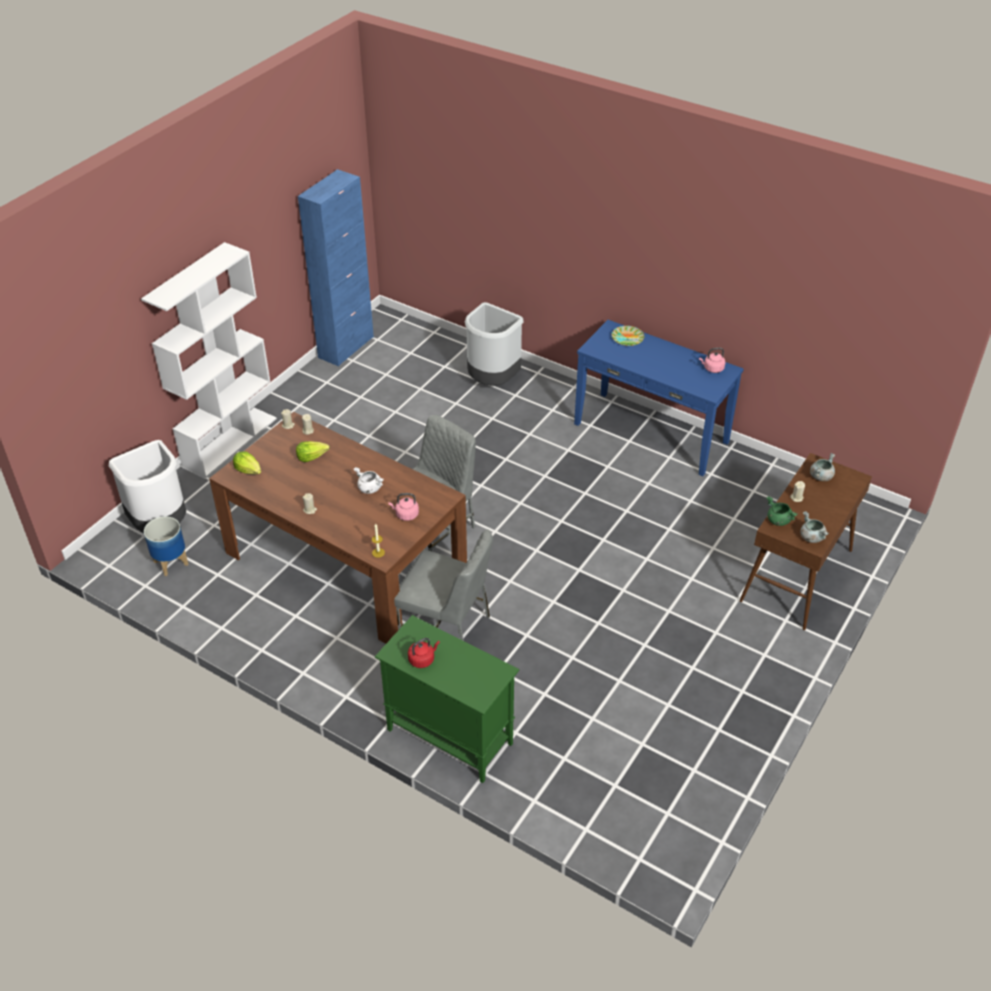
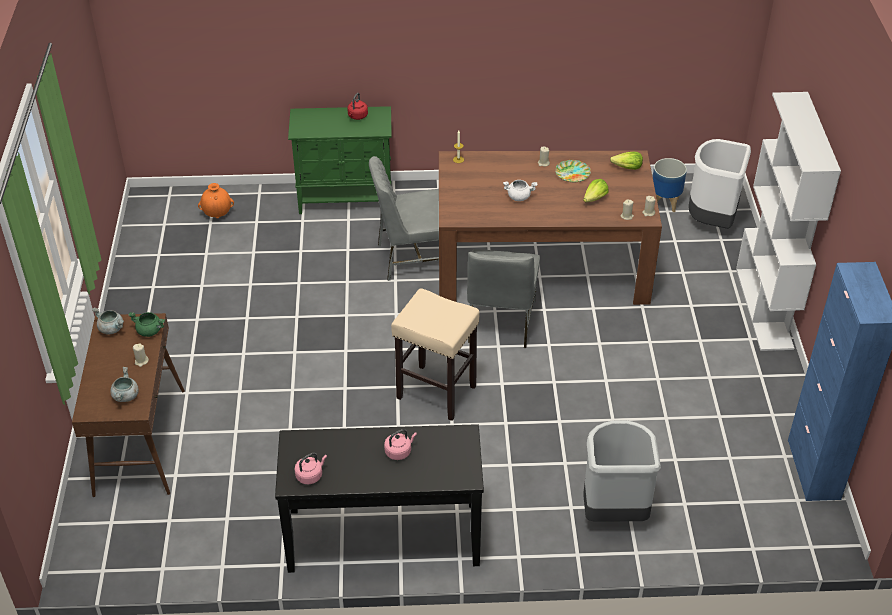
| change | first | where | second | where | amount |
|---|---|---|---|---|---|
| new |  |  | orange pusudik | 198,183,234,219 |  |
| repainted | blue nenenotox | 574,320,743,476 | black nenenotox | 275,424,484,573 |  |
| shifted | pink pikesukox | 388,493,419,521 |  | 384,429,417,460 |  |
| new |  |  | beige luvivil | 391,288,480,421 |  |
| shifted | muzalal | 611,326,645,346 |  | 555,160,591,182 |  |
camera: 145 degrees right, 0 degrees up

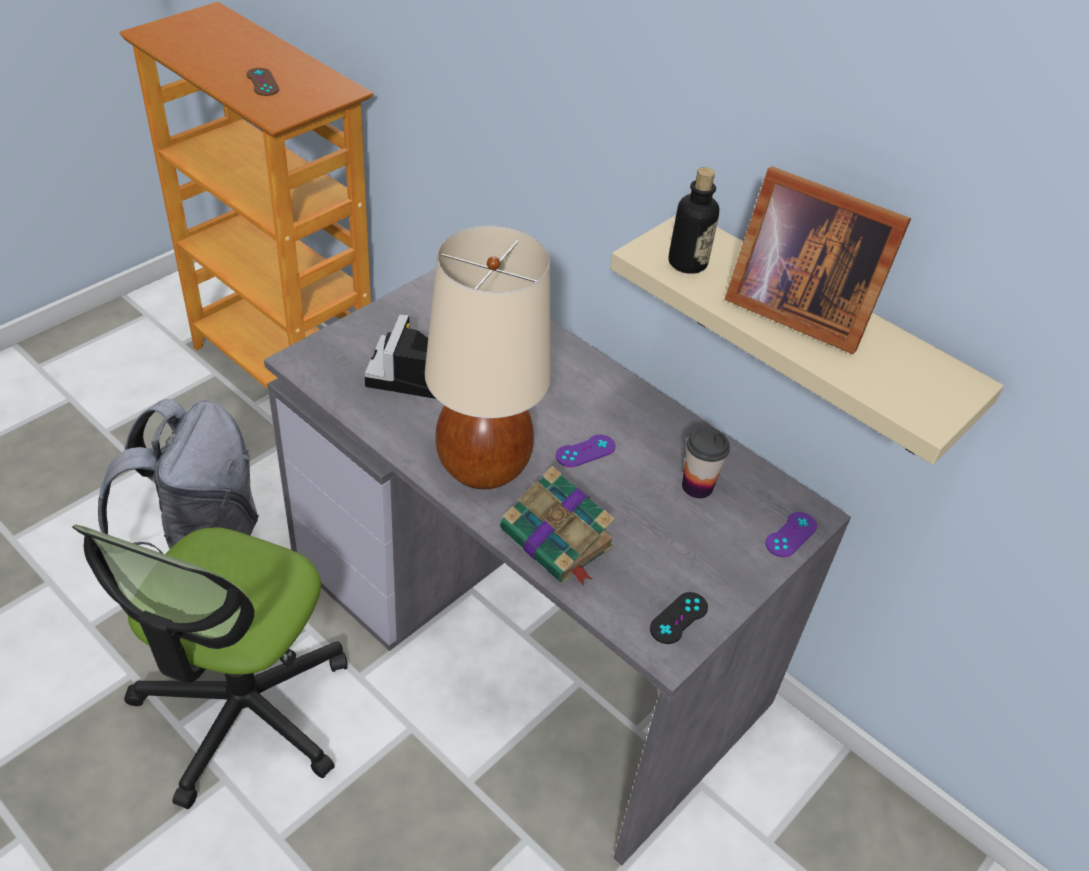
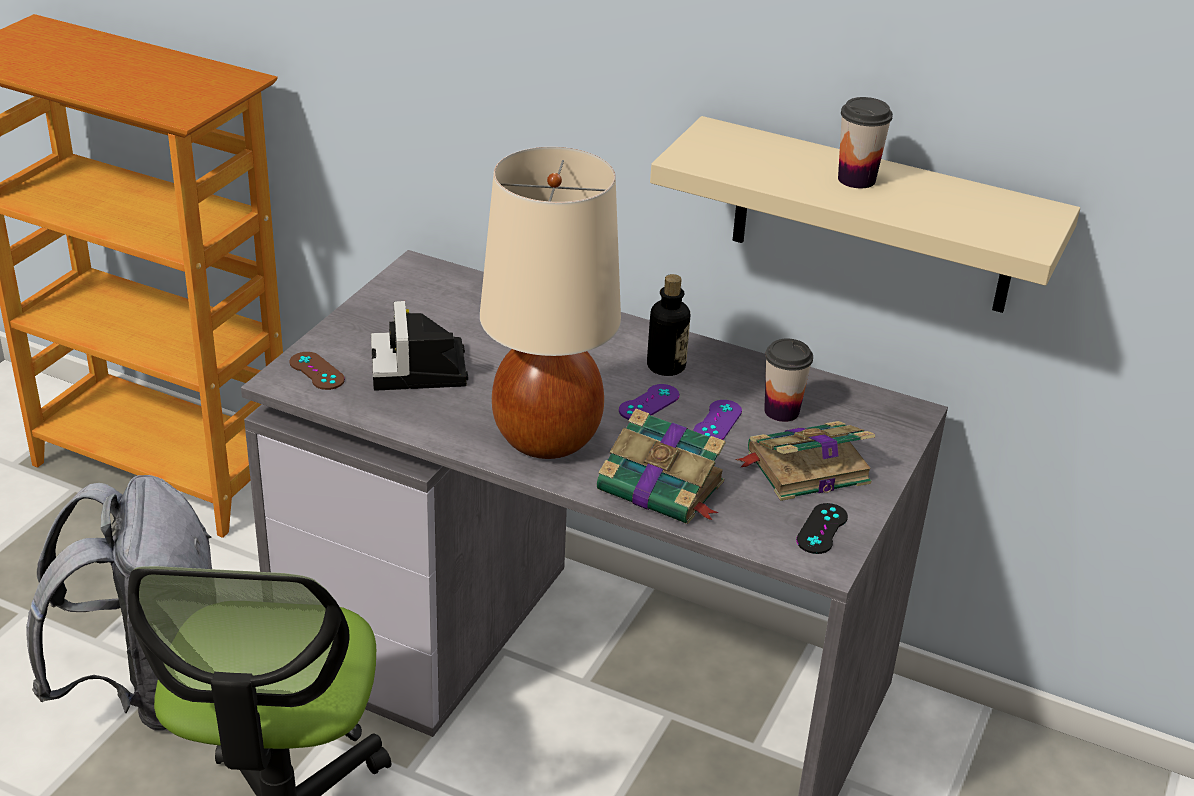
| change | first | where | second | where | amount |
|---|---|---|---|---|---|
| shifted | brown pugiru | 246,68,279,96 |  | 289,352,345,390 |  |
| shifted | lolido | 668,167,720,274 |  | 647,274,690,376 |  |
| shifted | purple pugiru | 765,512,817,557 |  | 694,400,742,440 |  |
| new |  |  | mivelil | 736,421,875,501 |  |
| swapped | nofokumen | 725,166,911,354 | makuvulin | 838,97,893,188 |  |
camera: 15 degrees left, 10 degrees down

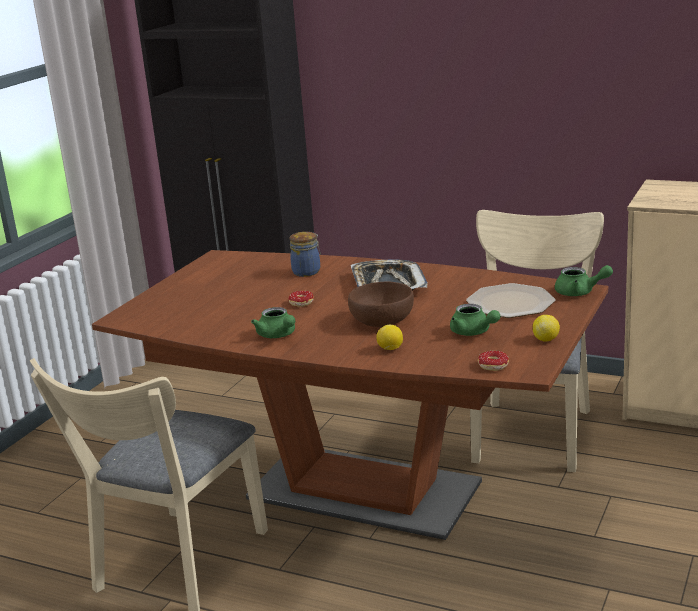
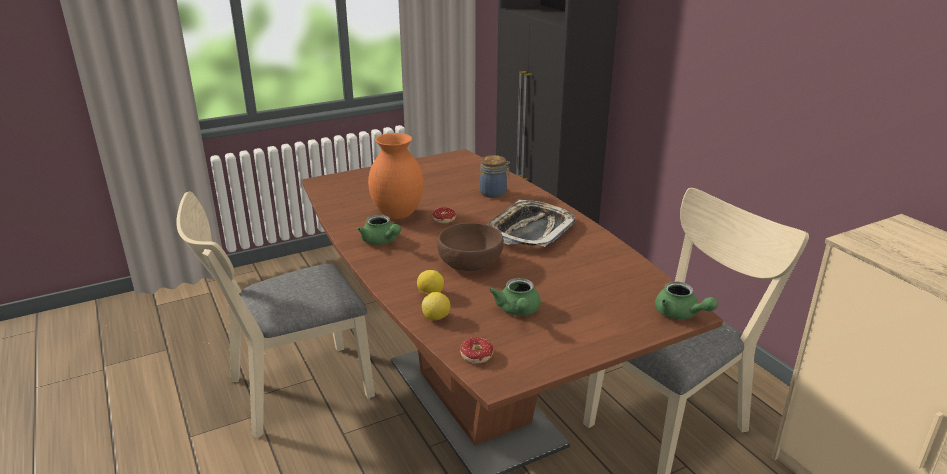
| change | first | where | second | where | amount |
|---|---|---|---|---|---|
| rotated | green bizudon | 251,307,295,338 |  | 358,215,401,245 | 45 degrees counterclockwise |
| new |  |  | orange pusudik | 368,133,424,219 |  |
| shifted | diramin | 533,315,560,342 |  | 422,292,450,321 |  |
| gone | muzalal | 466,283,555,318 |  |  |  |
camera: 35 degrees right, 5 degrees up

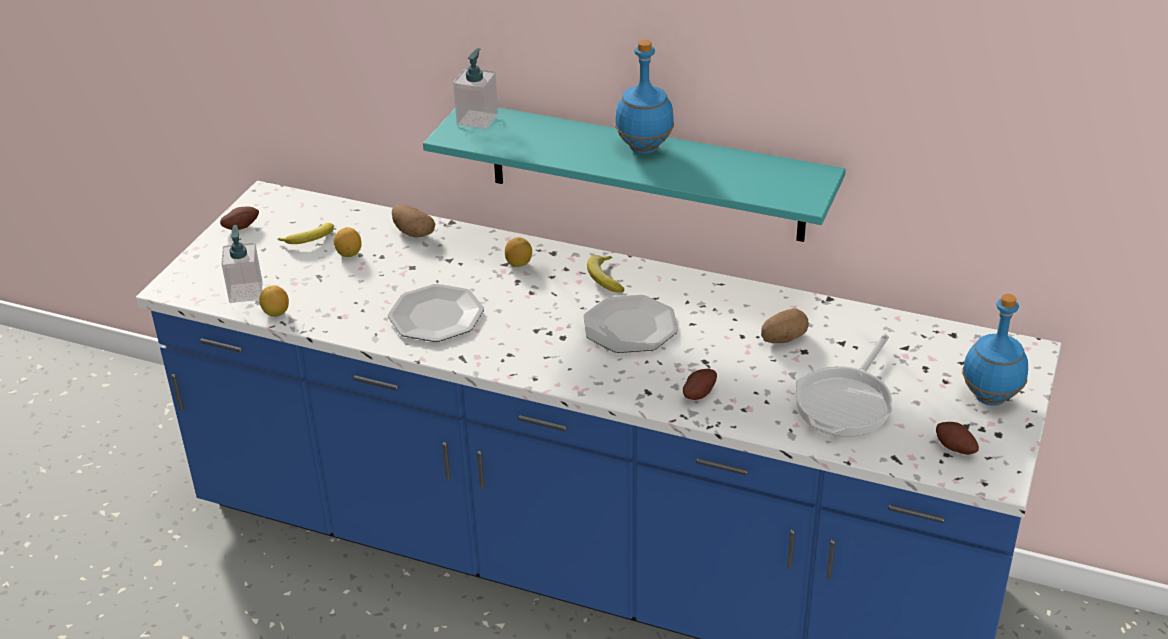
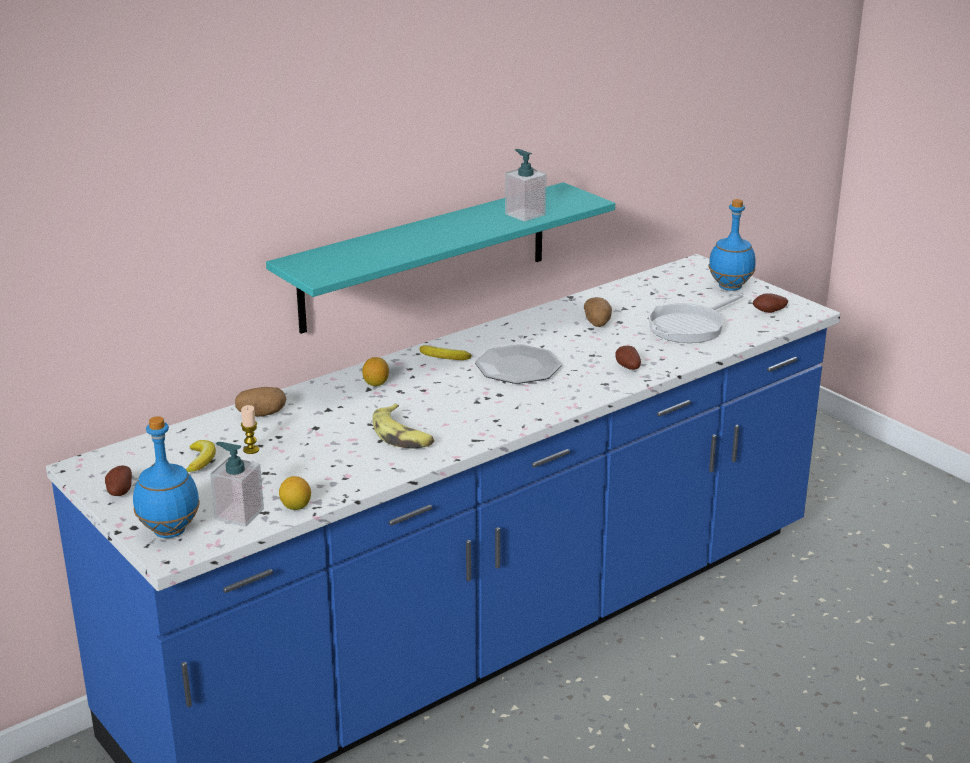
| change | first | where | second | where | amount |
|---|---|---|---|---|---|
| shifted | blue lolido | 615,40,674,154 |  | 133,416,200,538 |  |
| swapped | diramin | 334,227,362,257 | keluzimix | 241,405,259,454 |  |
| swapped | muzalal | 388,284,484,342 | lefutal | 373,404,434,449 |  |
| shifted | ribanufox | 453,48,498,129 |  | 505,149,547,222 |  |
| rotated | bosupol | 795,334,893,437 |  | 649,294,743,343 | 75 degrees clockwise |
camera: 60 degrees left, 10 degrees down

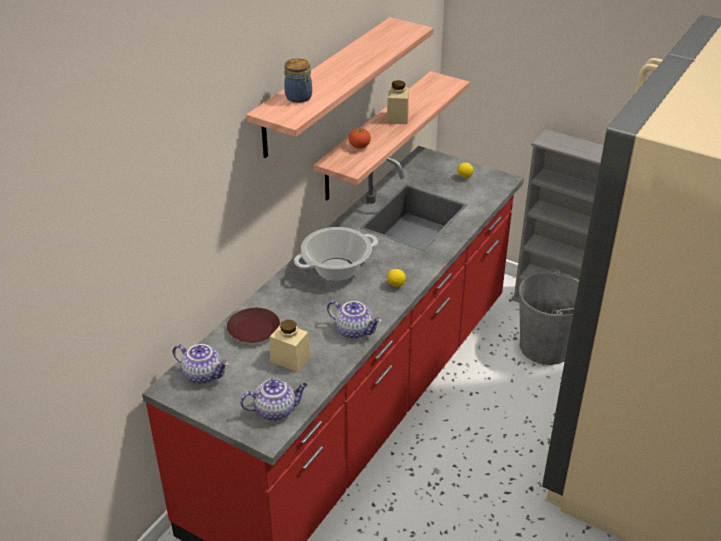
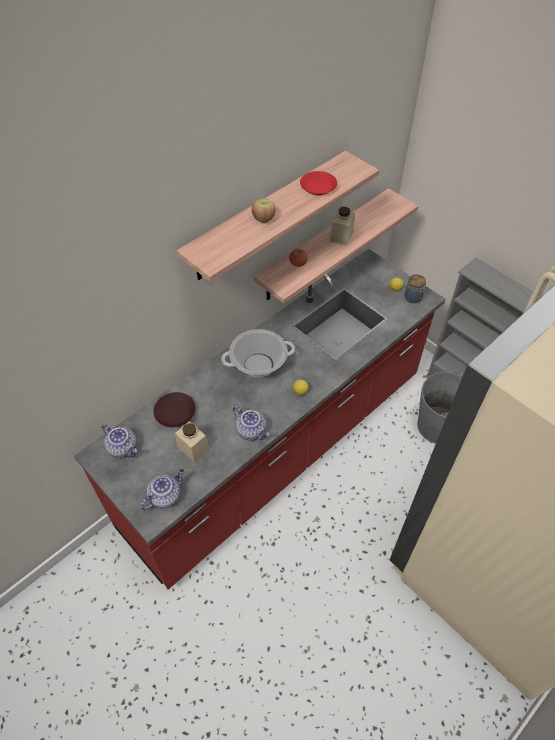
| change | first | where | second | where | amount |
|---|---|---|---|---|---|
| rotated | bizudon | 240,378,308,421 |  | 140,469,184,510 | 45 degrees counterclockwise |
| new |  |  | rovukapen | 252,198,276,223 |  |
| new |  |  | red muzalal | 300,171,337,195 |  |
| shifted | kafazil | 284,58,312,103 |  | 405,274,426,303 |  |
camera: 15 degrees right, 15 degrees up

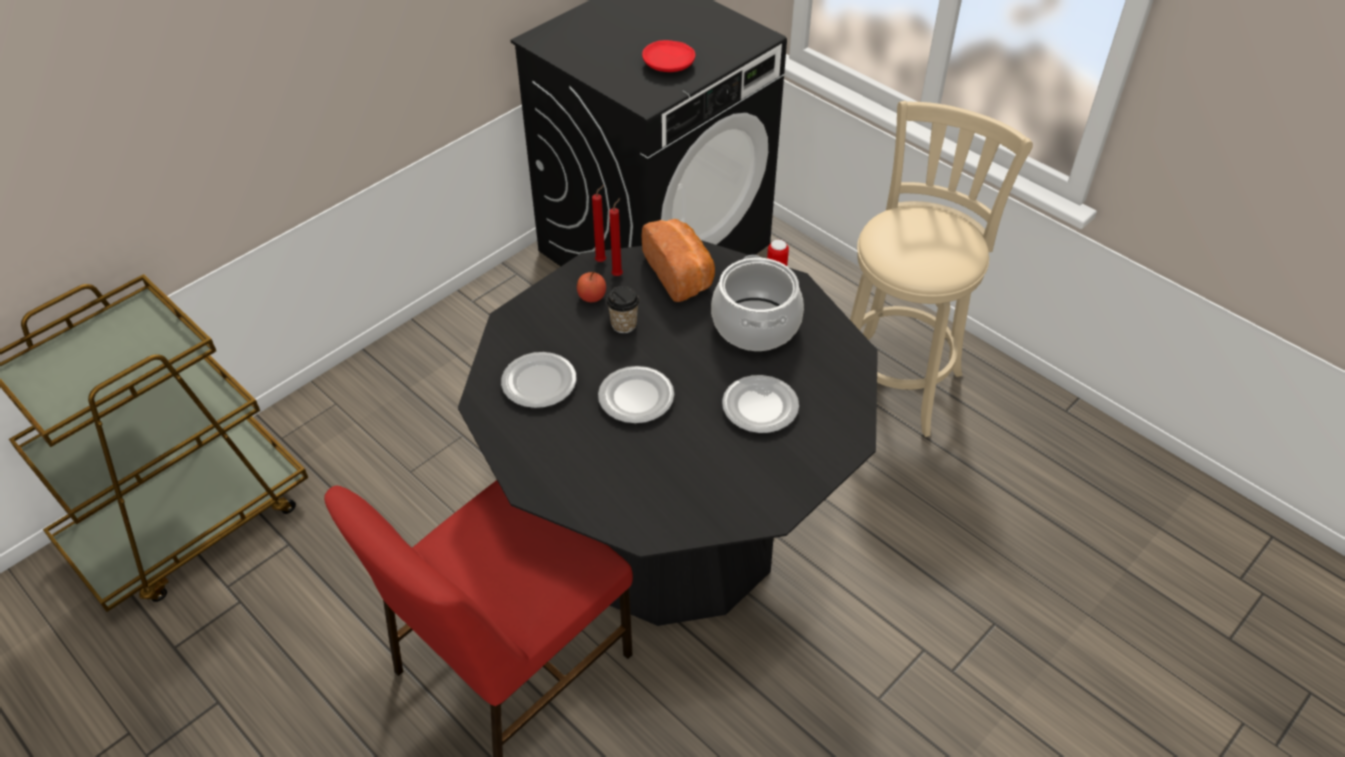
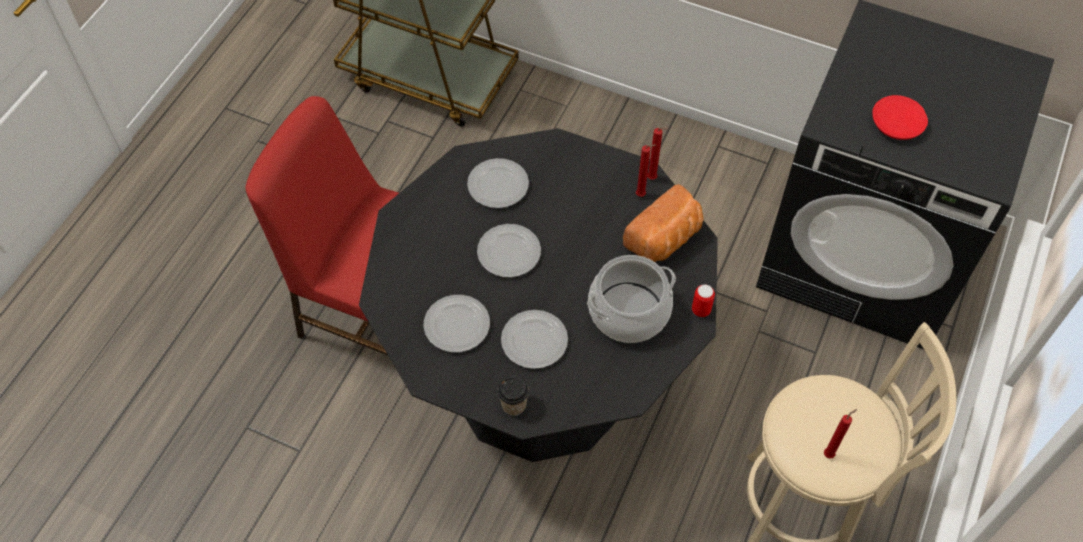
| change | first | where | second | where | amount |
|---|---|---|---|---|---|
| new |  |  | muzalal | 424,295,490,353 |  |
| shifted | makuvulin | 606,286,639,333 |  | 497,376,529,416 |  |
| new |  |  | red keluzimix | 824,409,857,459 |  |
| gone | rovukapen | 577,272,606,302 |  |  |  |
camera: 70 degrees right, 10 degrees up

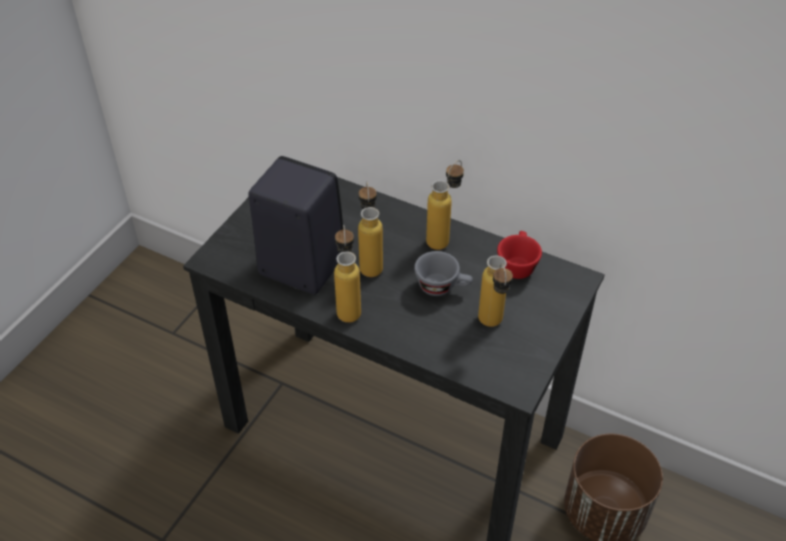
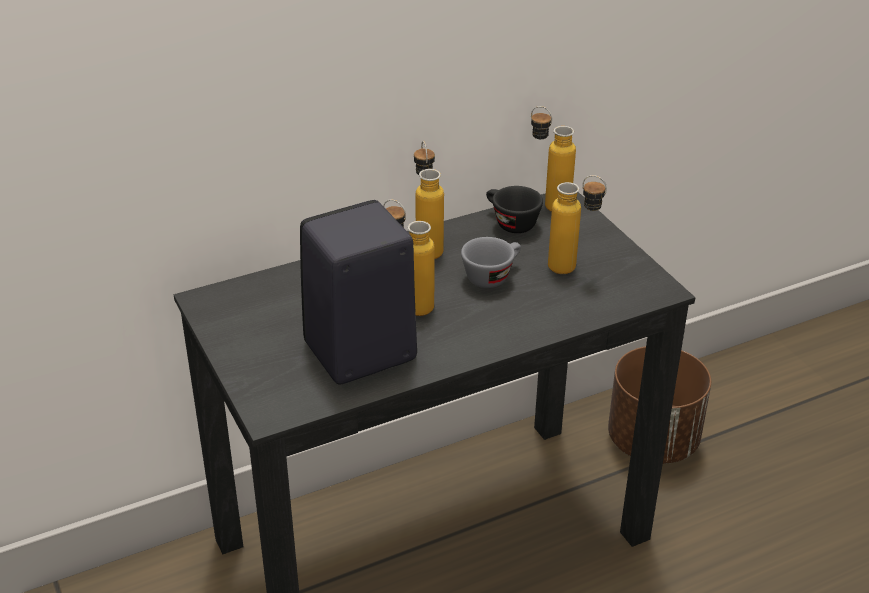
| change | first | where | second | where | amount |
|---|---|---|---|---|---|
| repainted | red makuvulin | 497,231,542,279 | black makuvulin | 486,186,543,233 |  |
| shifted | lolido | 334,224,361,323 |  | 531,106,576,212 |  |
camera: 55 degrees left, 10 degrees down

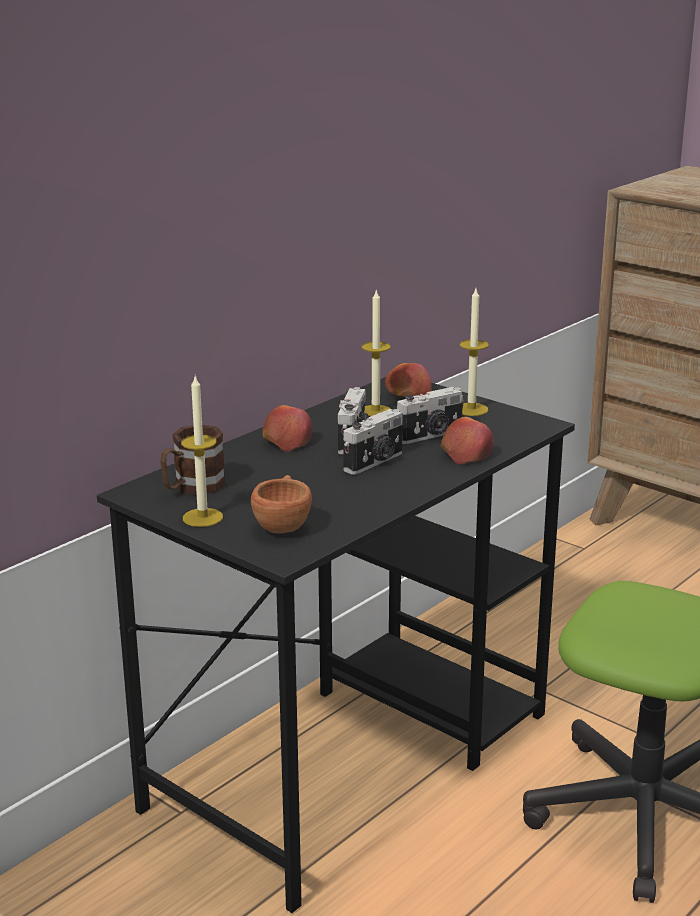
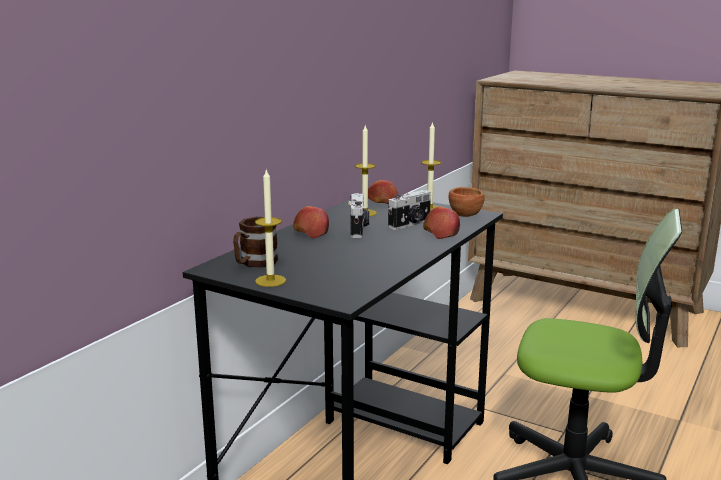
| change | first | where | second | where | amount |
|---|---|---|---|---|---|
| shifted | brown makuvulin | 251,475,312,534 |  | 449,187,485,217 |  |
| gone | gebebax | 343,409,403,475 |  |  |  |
camera: 10 degrees left, 5 degrees down

